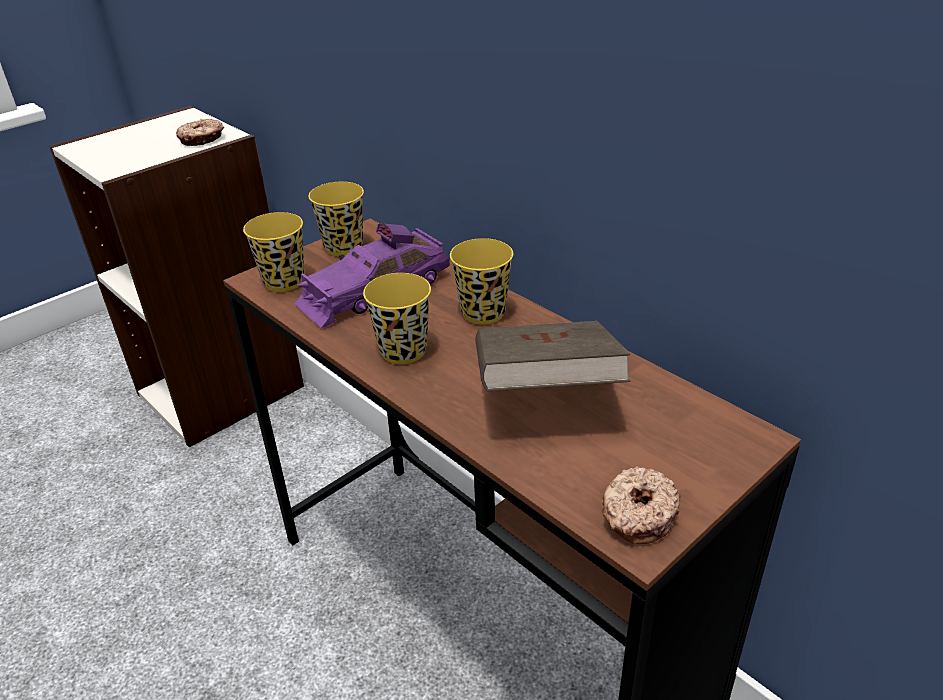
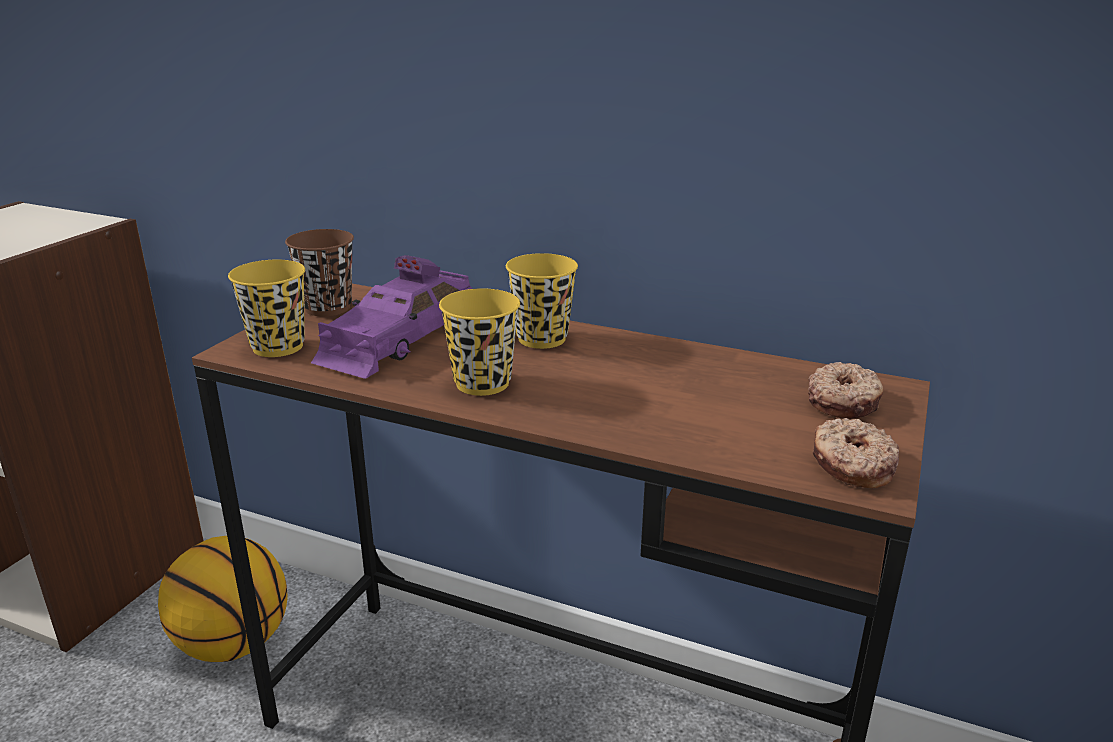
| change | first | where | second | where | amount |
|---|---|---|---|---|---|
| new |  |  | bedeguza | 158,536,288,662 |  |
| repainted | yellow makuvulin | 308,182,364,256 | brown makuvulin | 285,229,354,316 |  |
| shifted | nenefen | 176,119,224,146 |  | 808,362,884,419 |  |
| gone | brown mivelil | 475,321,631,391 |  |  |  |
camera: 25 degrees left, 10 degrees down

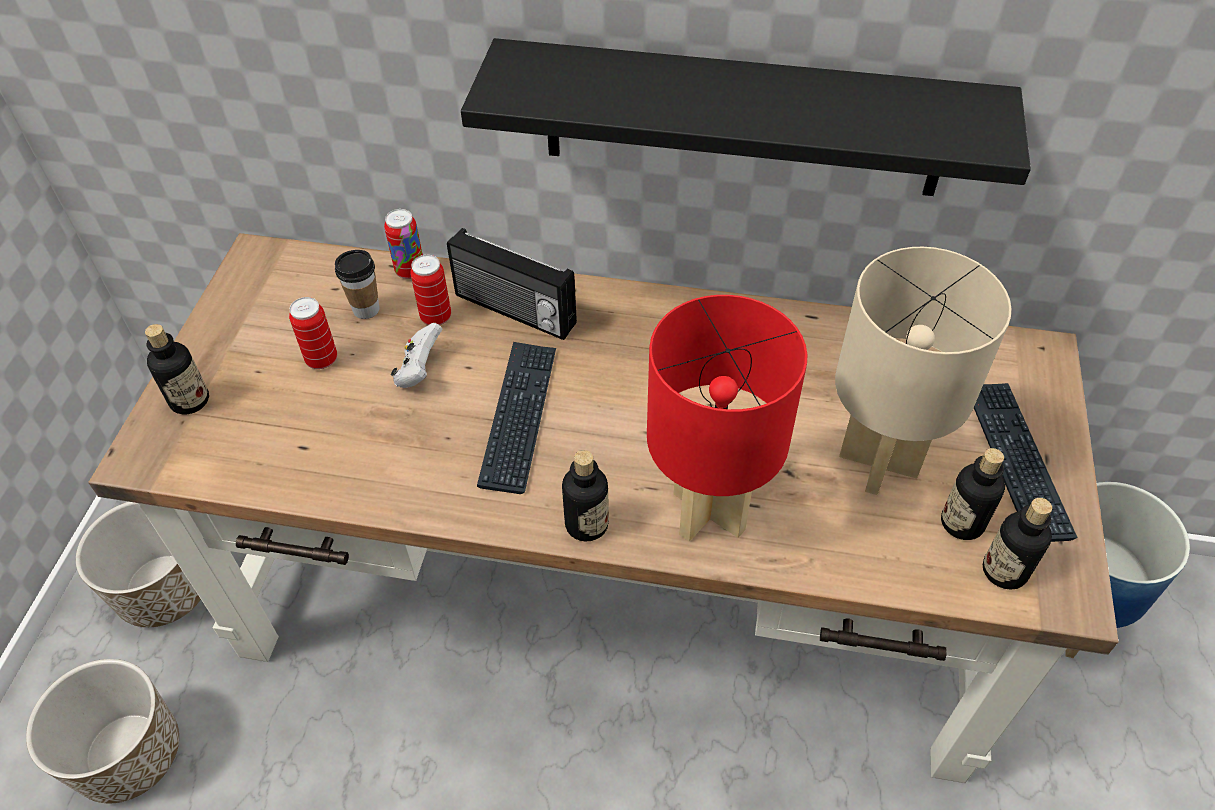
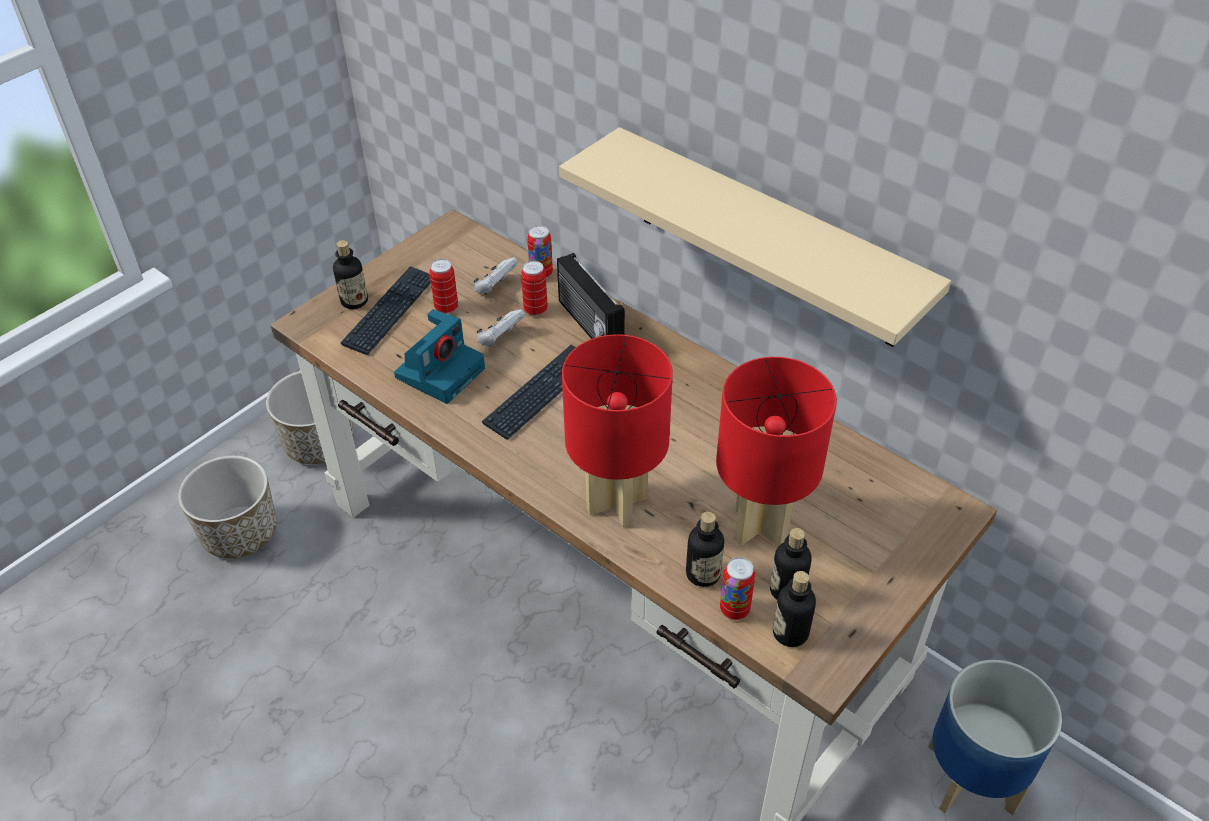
| change | first | where | second | where | amount |
|---|---|---|---|---|---|
| shifted | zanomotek | 974,383,1078,542 |  | 341,266,431,355 |  |
| new |  |  | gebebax | 394,309,485,404 |  |
| swapped | makuvulin | 335,250,380,319 | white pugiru | 473,257,519,294 |  |
| repainted | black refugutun | 461,38,1031,196 | beige refugutun | 559,127,951,347 |  |
| shifted | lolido | 562,450,609,542 |  | 686,512,724,587 |  |
| repainted | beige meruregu | 835,247,1011,495 | red meruregu | 716,357,837,547 |  |
| new |  |  | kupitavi | 720,557,755,620 |  |
camera: 30 degrees right, 5 degrees down

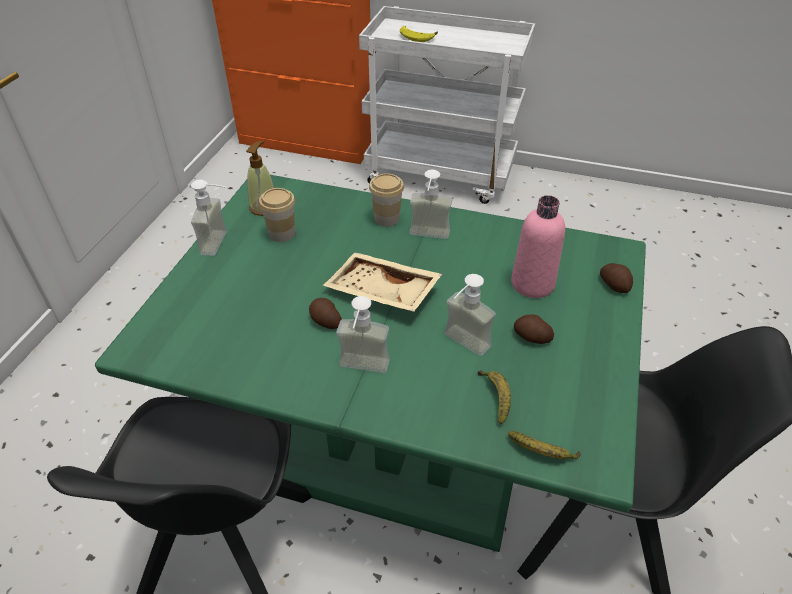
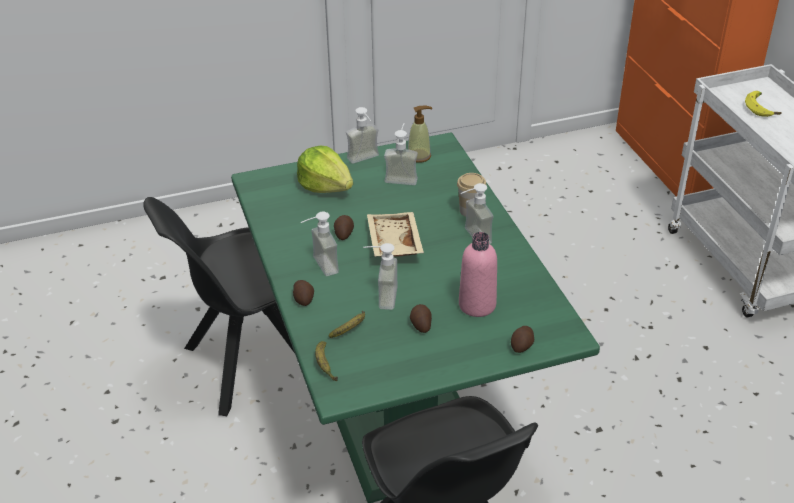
| change | first | where | second | where | amount |
|---|---|---|---|---|---|
| new |  |  | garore | 293,280,314,306 |  |
| new |  |  | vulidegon | 297,146,353,193 |  |
| swapped | makuvulin | 259,188,295,242 | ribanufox | 384,123,418,185 |  |
camera: 55 degrees right, 5 degrees down

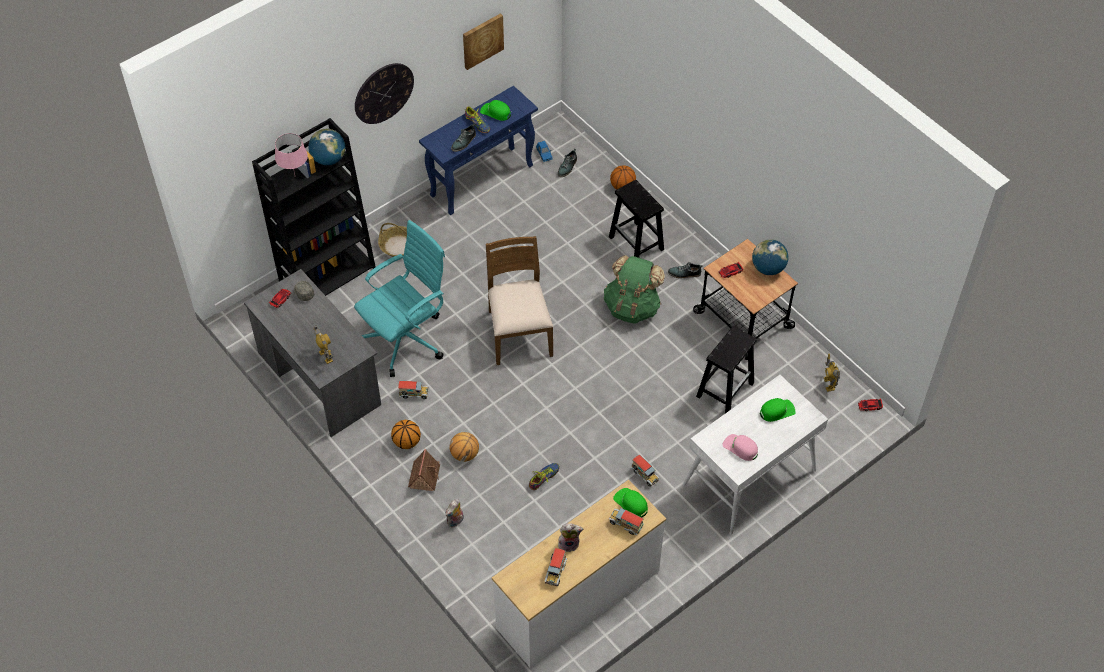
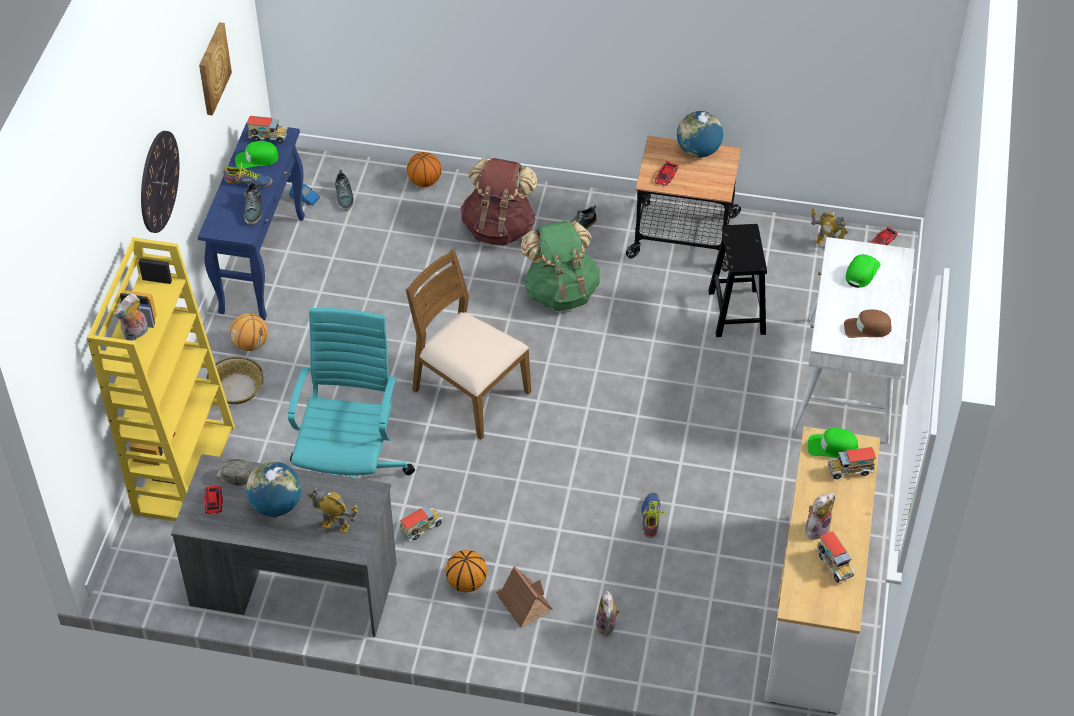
| change | first | where | second | where | amount |
|---|---|---|---|---|---|
| repainted | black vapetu | 252,118,376,296 | yellow vapetu | 87,237,235,521 |  |
| swapped | pink meruregu | 275,133,308,174 | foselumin | 114,294,148,341 |  |
| shifted | bedeguza | 449,432,479,462 |  | 230,313,268,351 |  |
| shifted | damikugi | 308,129,345,165 |  | 246,462,302,517 |  |
| shifted | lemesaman | 631,455,660,487 |  | 247,116,288,143 |  |
| swapped | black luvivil | 609,180,664,258 | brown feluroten | 461,158,537,246 |  |
| repainted | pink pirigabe | 722,434,758,461 | brown pirigabe | 844,310,891,338 |  |
camera: 40 degrees left, 5 degrees down

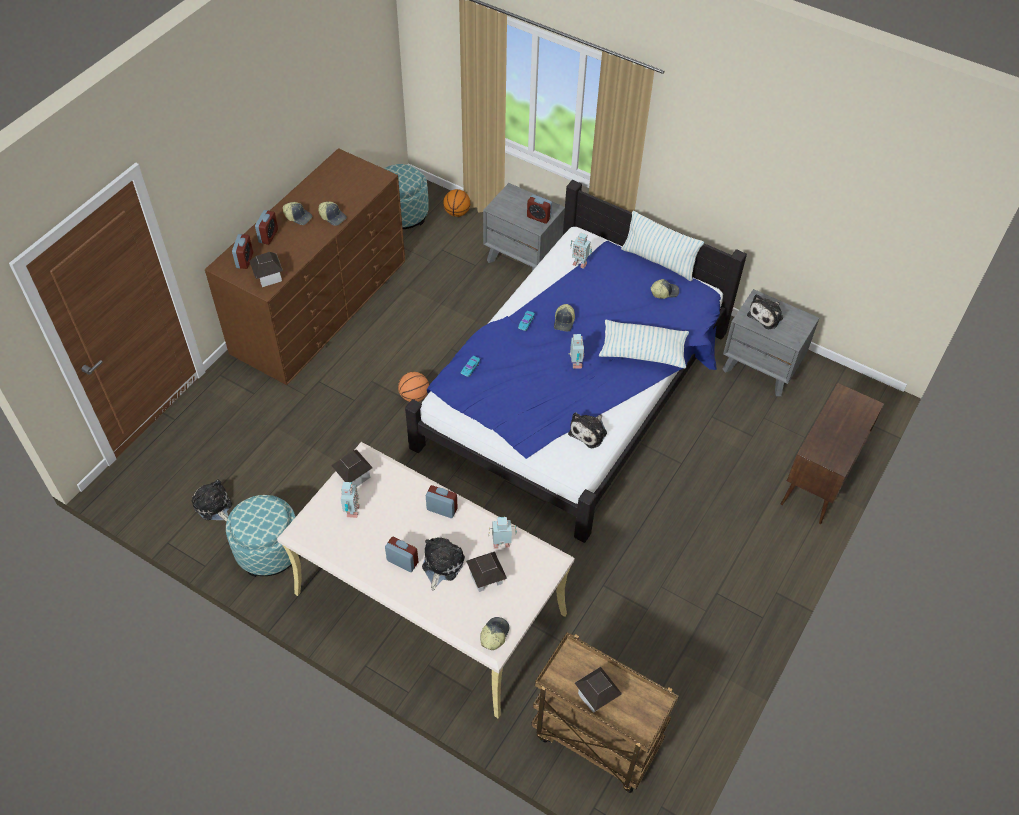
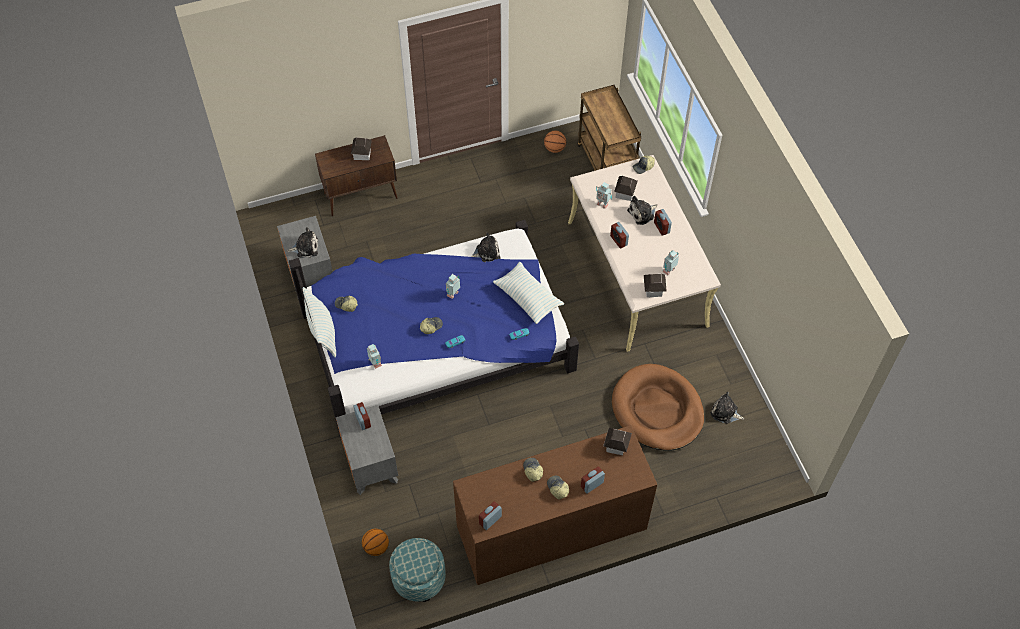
| change | first | where | second | where | amount |
|---|---|---|---|---|---|
| shifted | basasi | 575,667,622,713 |  | 351,137,372,160 |  |
| shifted | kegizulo | 232,234,253,269 |  | 479,502,502,530 |  |
| shifted | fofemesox | 599,320,689,368 |  | 493,262,564,324 |  |
| shifted | bedeguza | 398,372,429,402 |  | 544,131,566,153 |  |
| new |  |  | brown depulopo | 612,364,704,451 |  |
| rotated | foselumin | 192,480,232,522 |  | 710,392,744,424 | 120 degrees clockwise |
| gone | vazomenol | 226,495,296,577 |  |  |  |
camera: 140 degrees left, 5 degrees up

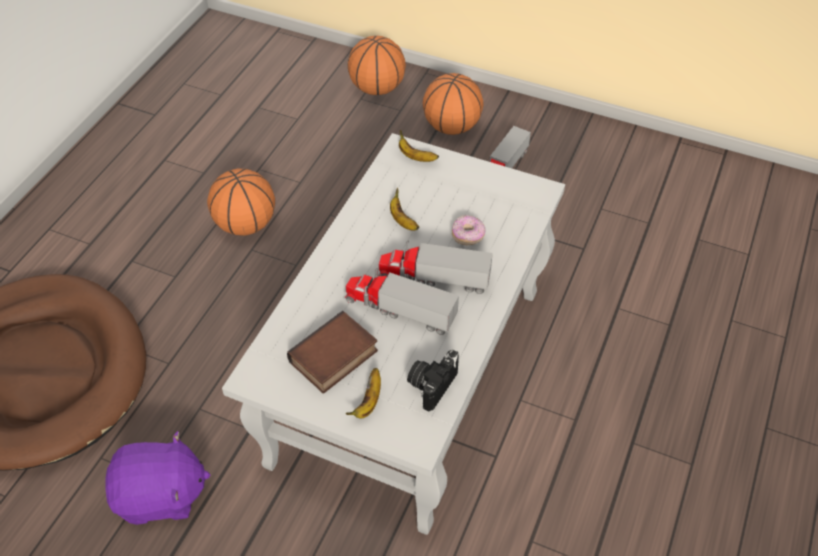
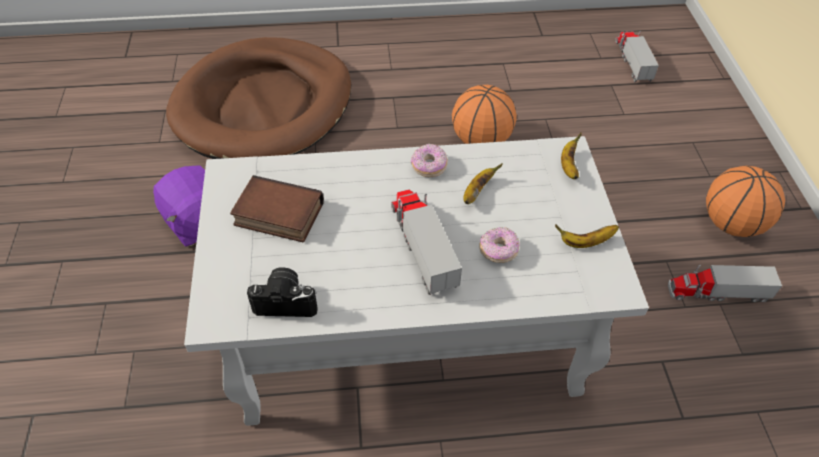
| change | first | where | second | where | amount |
|---|---|---|---|---|---|
| new |  |  | nenefen | 411,144,448,177 |  |
| shifted | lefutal | 346,368,381,418 |  | 555,225,619,248 |  |
| shifted | lemesaman | 343,268,459,335 |  | 615,31,659,82 |  |
| gone | bedeguza | 348,36,406,95 |  |  |  |
camera: 60 degrees right, 0 degrees up

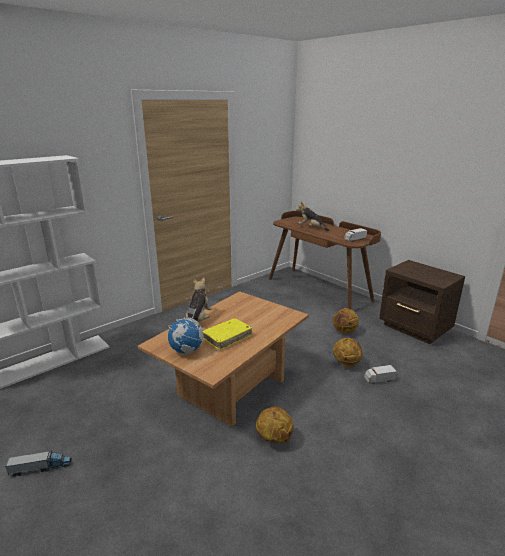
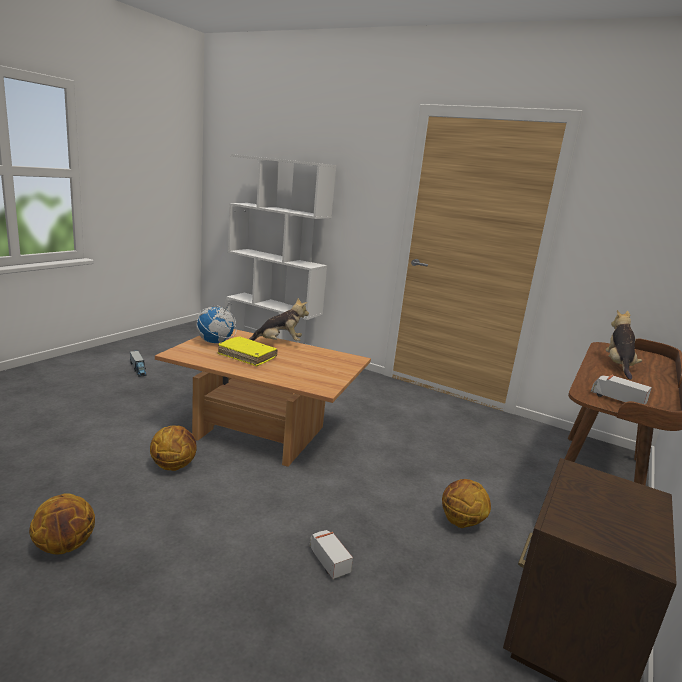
| change | first | where | second | where | amount |
|---|---|---|---|---|---|
| shifted | bedeguza | 333,338,362,367 |  | 29,493,95,554 |  |
camera: 70 degrees right, 5 degrees down

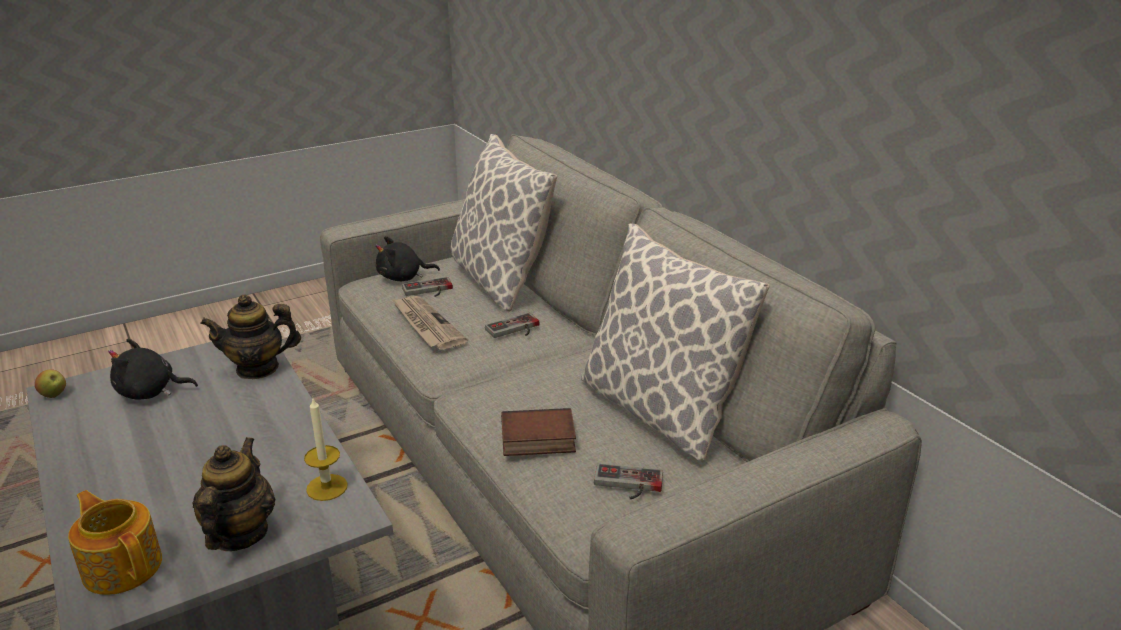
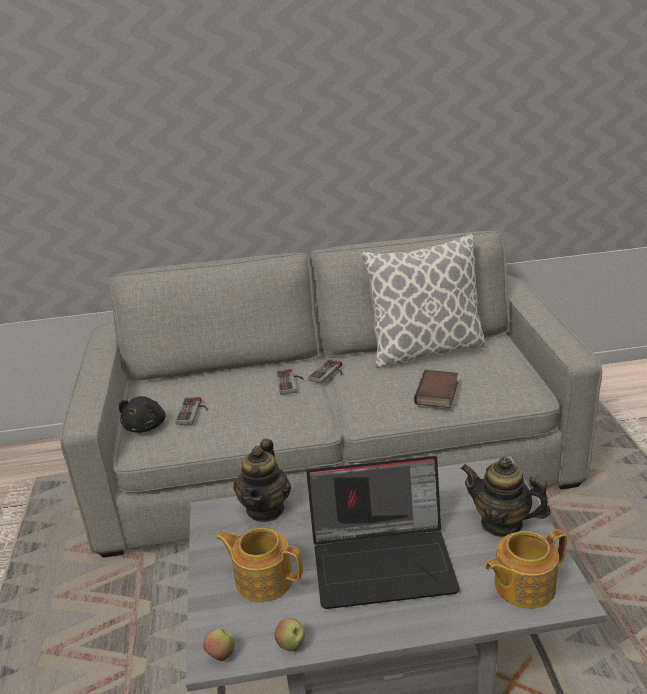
| change | first | where | second | where | amount |
|---|---|---|---|---|---|
| swapped | black foselumin | 108,338,198,400 | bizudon | 216,528,303,602 |  |
| new |  |  | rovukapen | 275,618,305,651 |  |
| new |  |  | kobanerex | 306,456,460,609 |  |
| shifted | pugiru | 594,463,663,499 |  | 308,359,342,384 |  |
| gone | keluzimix | 304,398,347,501 |  |  |  |
| gone | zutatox | 392,296,468,350 |  |  |  |
| gone | fofemesox | 451,134,557,312 |  |  |  |
camera: 65 degrees left, 0 degrees up

